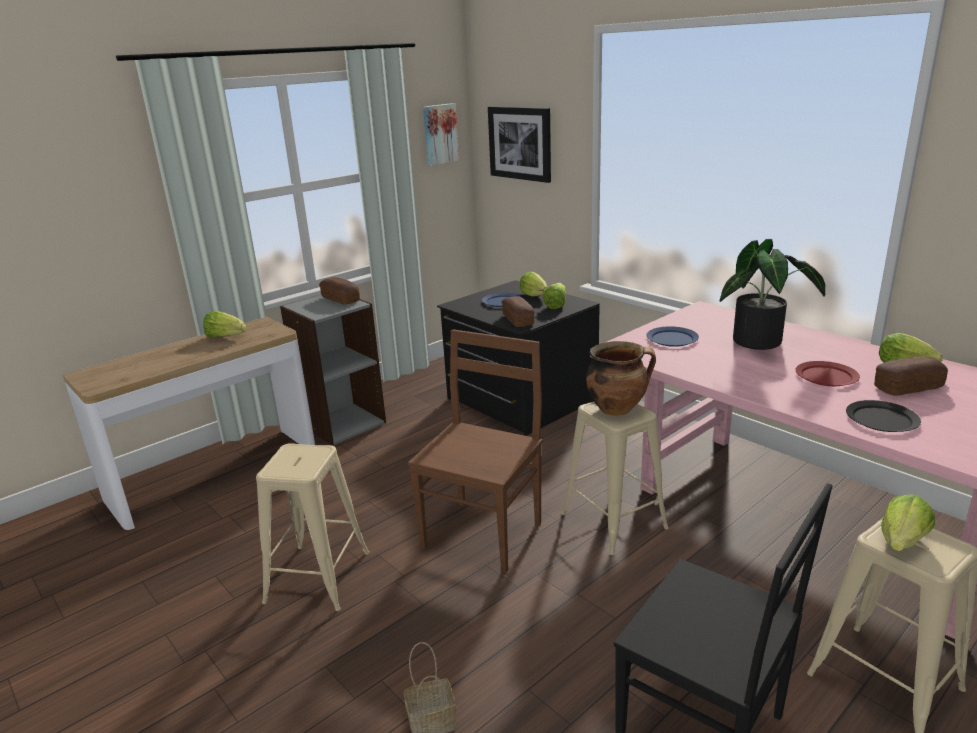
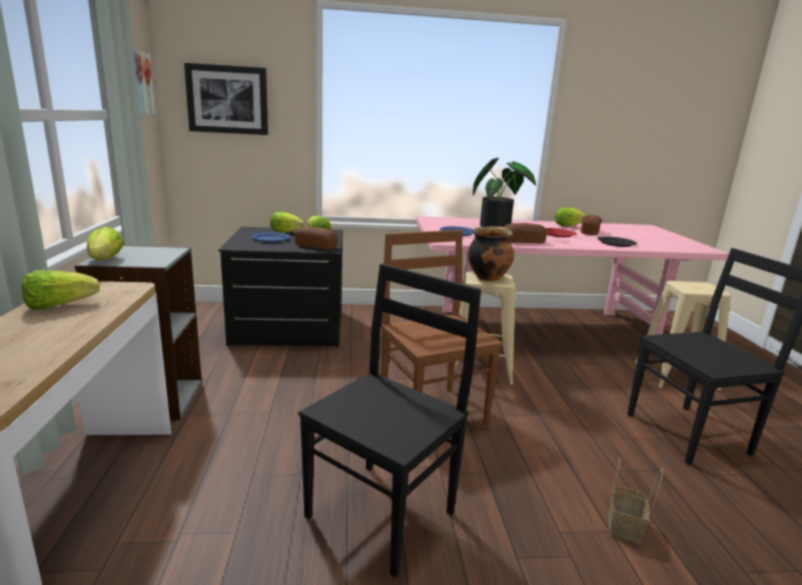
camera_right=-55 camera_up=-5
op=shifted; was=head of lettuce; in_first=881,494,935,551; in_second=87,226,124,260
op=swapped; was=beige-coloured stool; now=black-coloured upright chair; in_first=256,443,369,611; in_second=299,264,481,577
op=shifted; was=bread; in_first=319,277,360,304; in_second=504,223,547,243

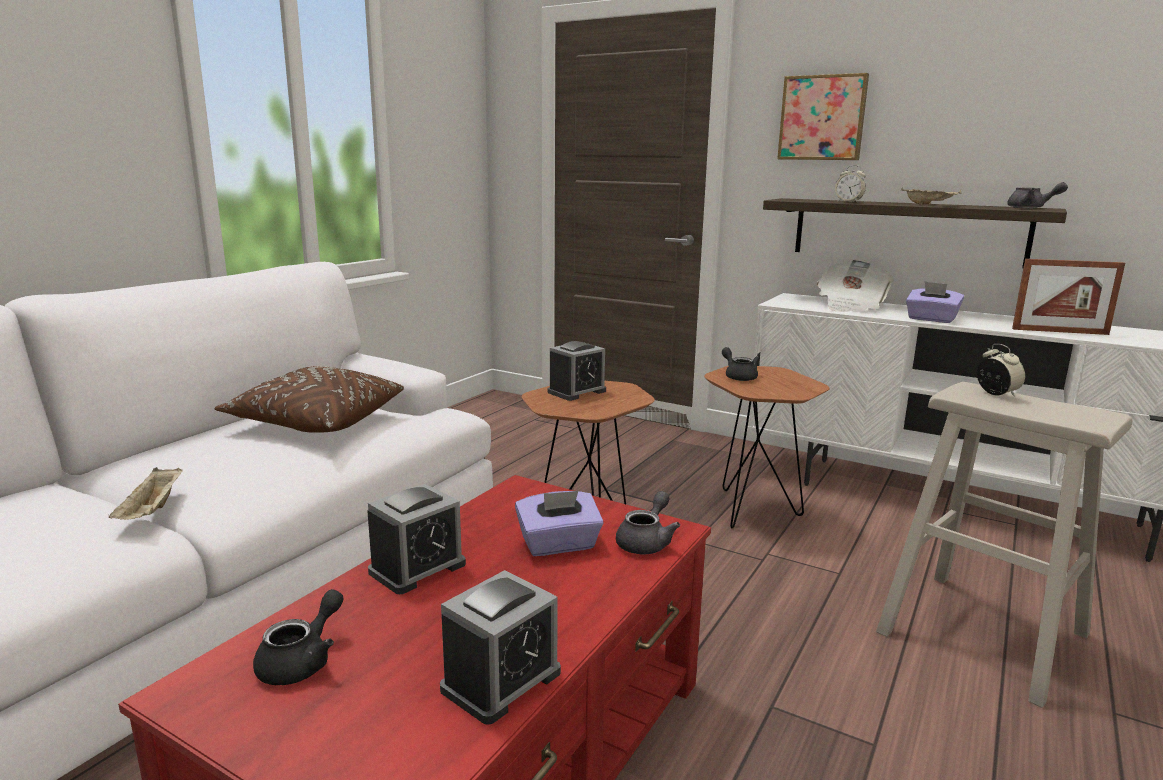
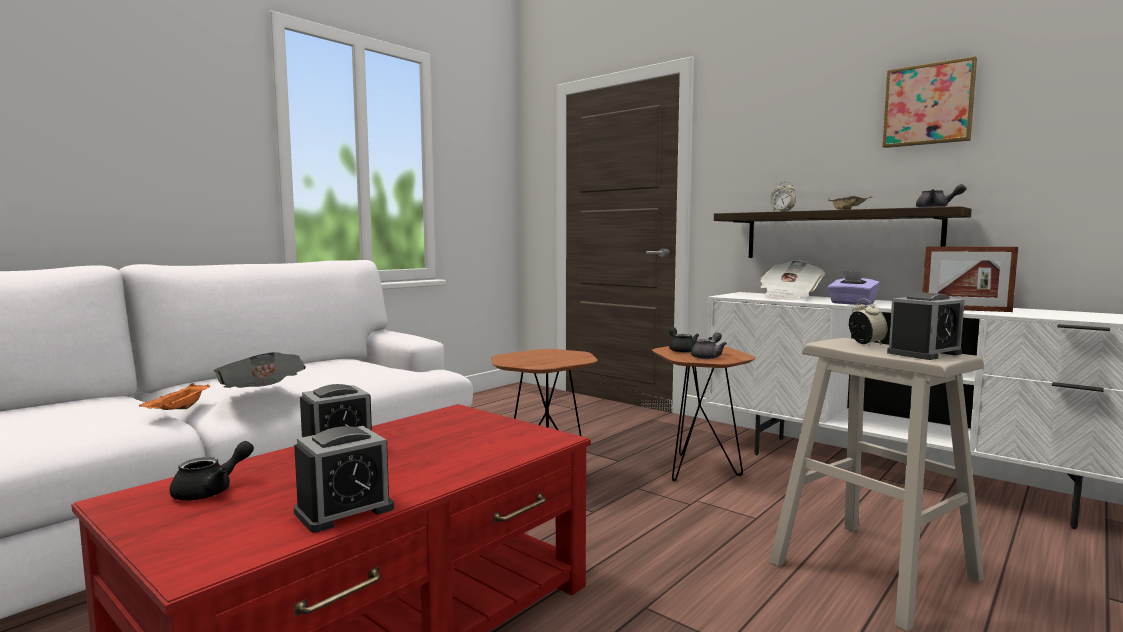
camera_right=10 camera_up=-10
op=repainted; was=beige-coloured serving tray; now=orange serving tray; in_first=109,467,183,520; in_second=139,383,210,410
op=new; now=printed paper; in_second=214,352,306,388
op=shifted; was=grey tea pot; in_first=616,491,680,554; in_second=691,332,727,359
op=shifted; was=wall picture; in_first=777,73,869,160; in_second=883,56,977,148
op=shifted; was=alarm clock; in_first=548,341,606,401; in_second=887,292,965,360
op=gone; was=brown pillow; in_first=215,366,404,433
op=gone; was=purple tissue box; in_first=515,491,604,556

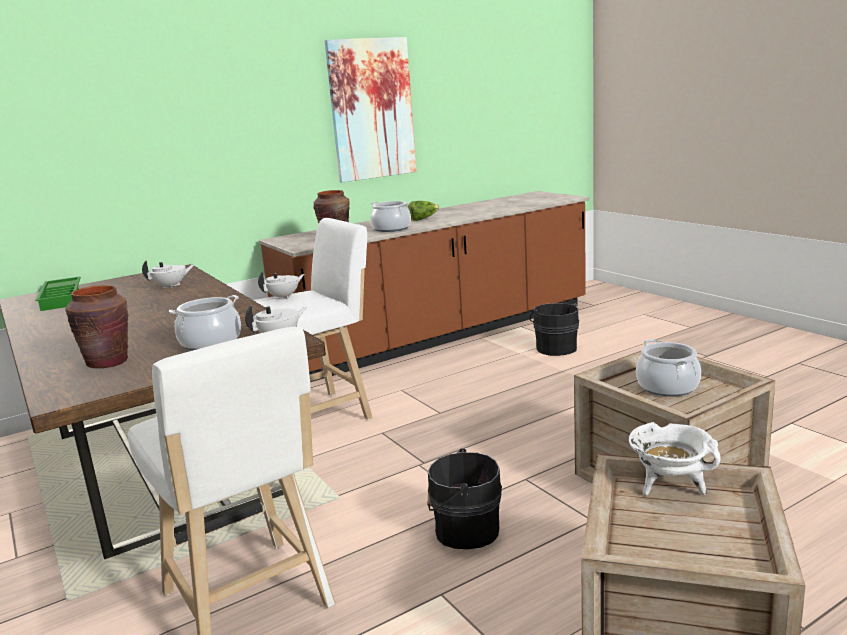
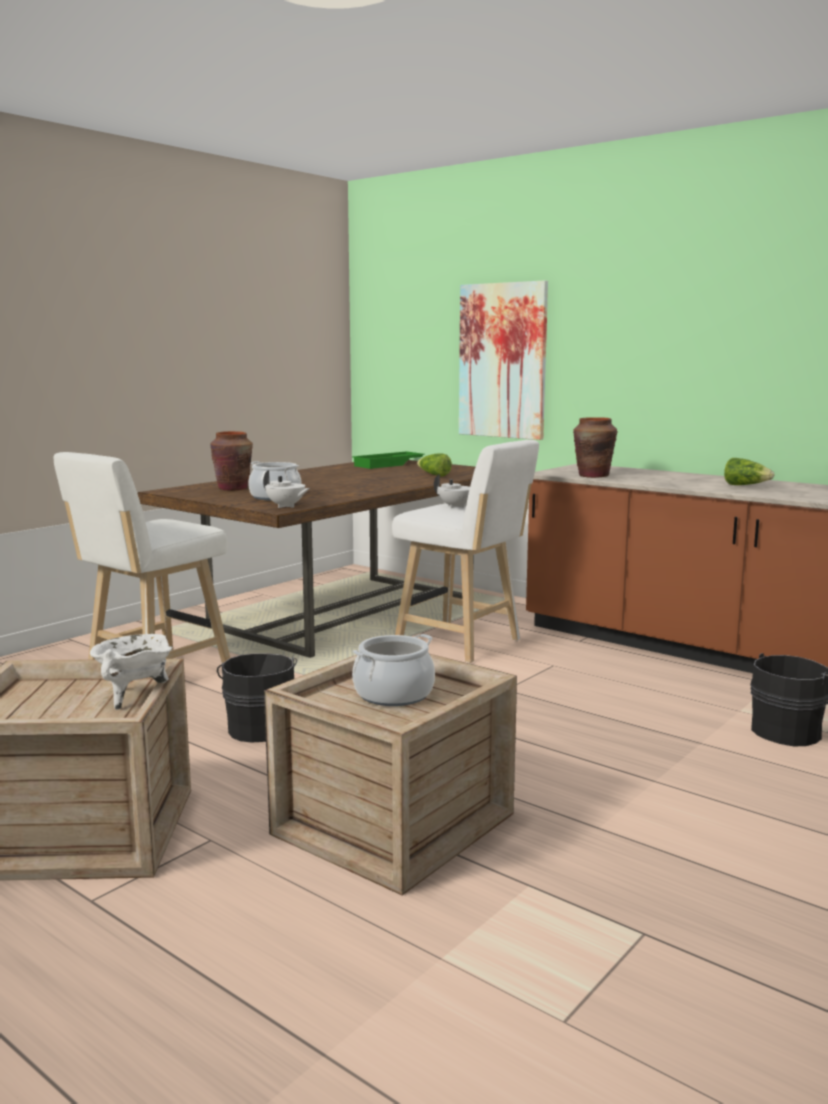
camera_right=70 camera_up=-5
op=swapped; was=whitish tea pot; now=head of lettuce; in_first=142,260,195,288; in_second=417,453,452,477
op=shifted; was=wall picture; in_first=325,37,417,183; in_second=459,280,548,440
op=gone; was=saucepot; in_first=370,201,411,232

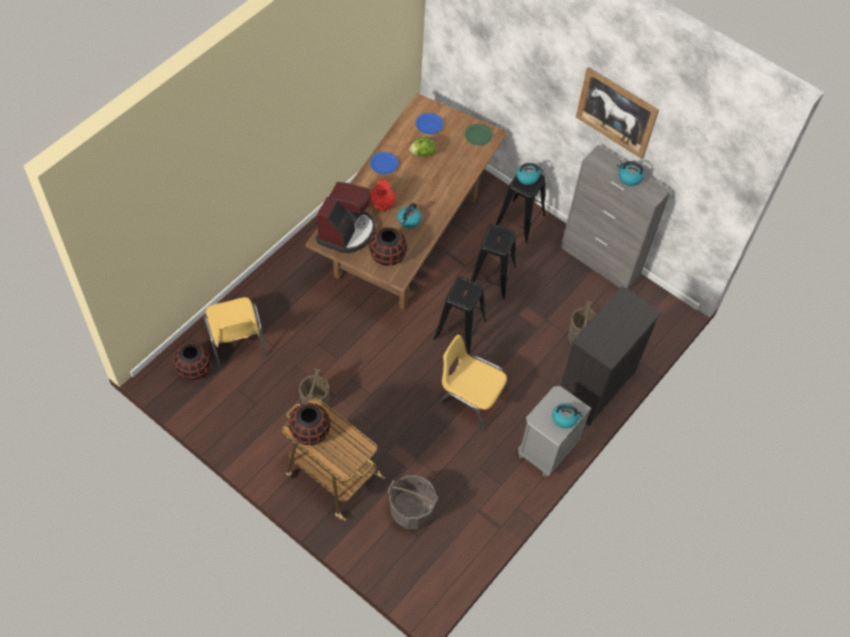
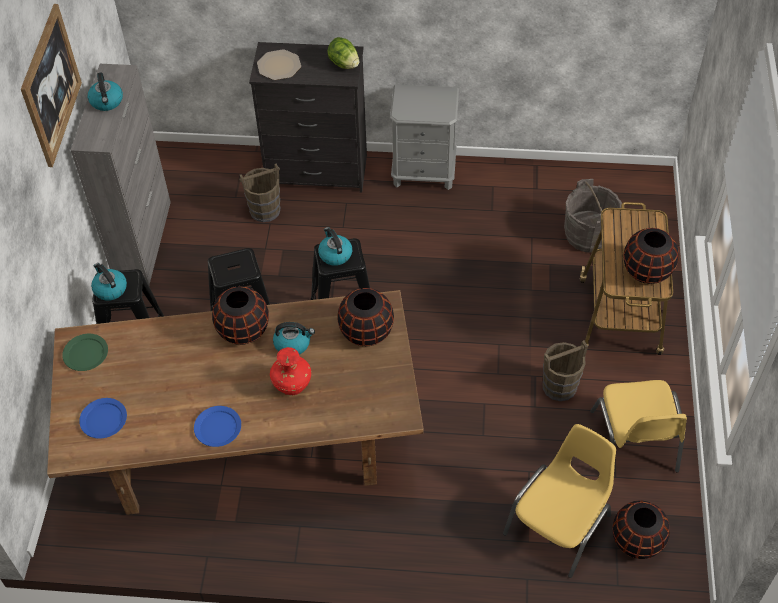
camera_right=-120 camera_up=-5
op=new; now=black-coloured flower vase; in_second=212,286,269,345
op=new; now=flat dish; in_second=257,50,301,80
op=shifted; was=tea kettle; in_first=552,403,584,428; in_second=318,227,352,266
op=shifted; was=head of lettuce; in_first=409,137,436,156; in_second=327,37,359,69
op=shifted; was=yellowish upright chair; in_first=436,334,508,430; in_second=590,380,687,472
op=gone; was=coffee brewer; in_first=316,182,375,253

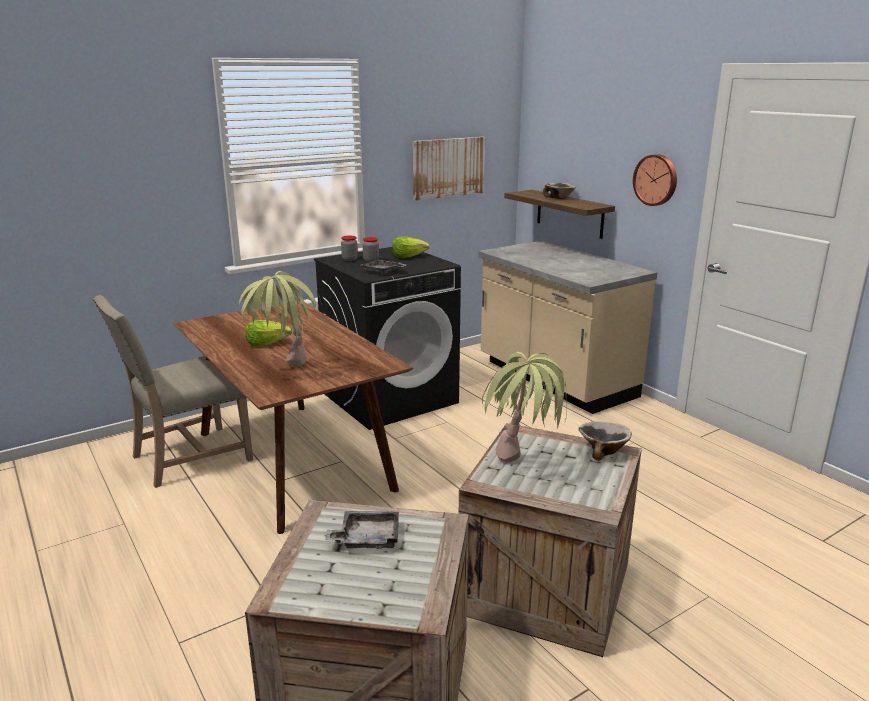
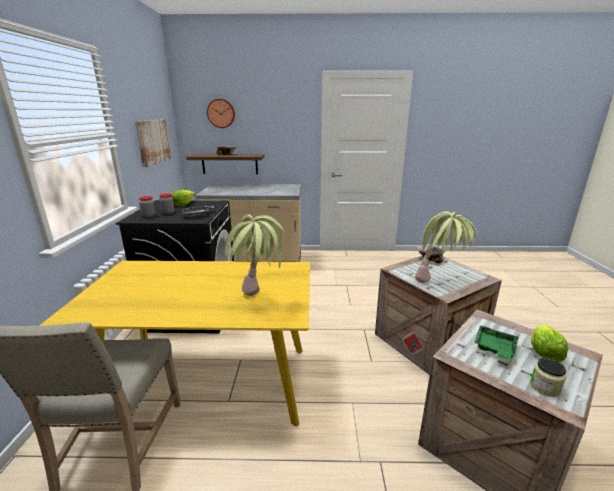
camera_right=-55 camera_up=0
op=repainted; was=brown dining table; now=yellowish dining table; in_first=173,300,413,534; in_second=39,261,310,426
op=shifted; was=hanging clock; in_first=633,154,677,206; in_second=207,99,235,128
op=repainted; was=grey serving tray; now=greenish serving tray; in_first=325,511,399,549; in_second=474,325,519,361
op=new; now=jar; in_second=530,358,566,397
op=shifted; was=head of lettuce; in_first=245,320,292,346; in_second=531,324,569,362

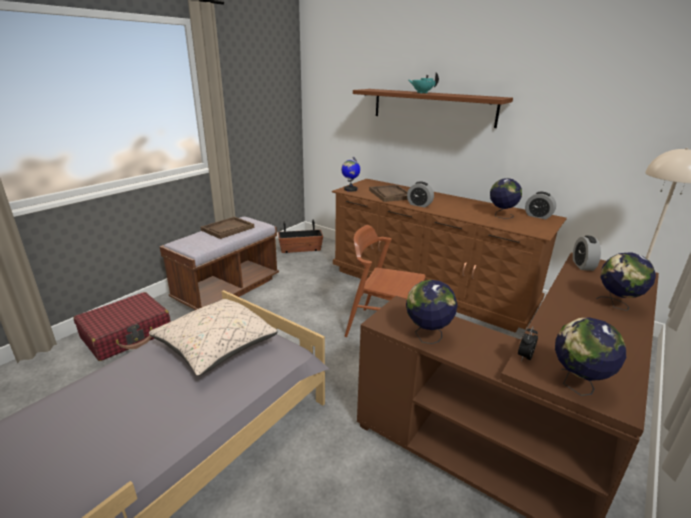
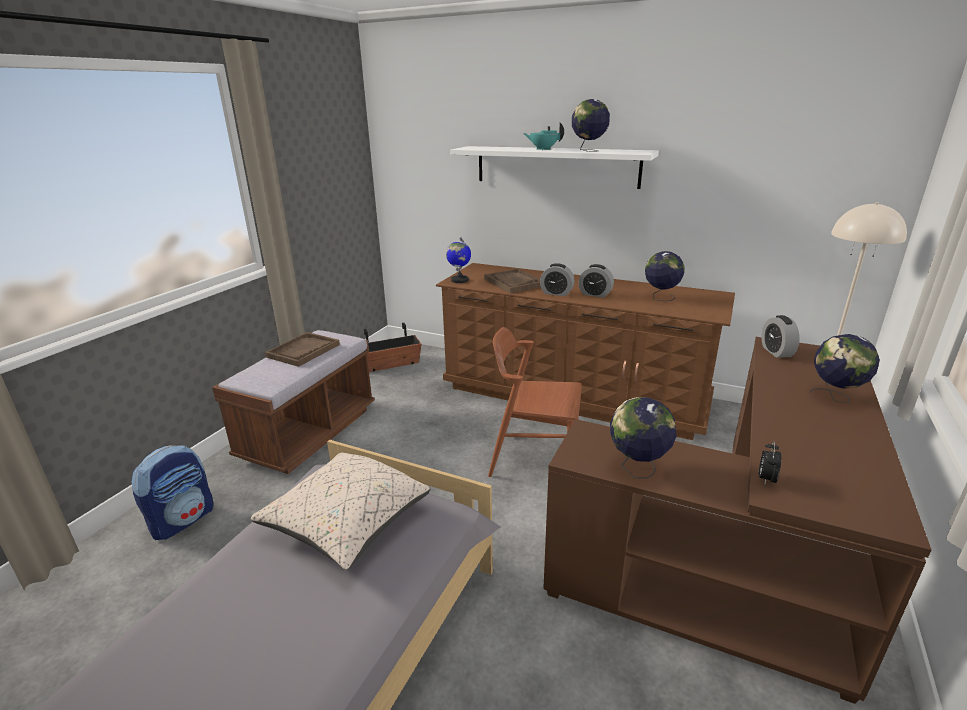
camera_right=-10 camera_up=0
op=swapped; was=red piece of luggage; now=rucksack; in_first=73,292,171,361; in_second=131,445,214,540
op=repainted; was=brown wall shelf; now=whitish wall shelf; in_first=353,89,513,128; in_second=450,146,659,189
op=shifted; was=globe; in_first=555,317,626,396; in_second=572,99,610,152
op=shifted; was=alarm clock; in_first=525,192,556,220; in_second=579,264,614,298

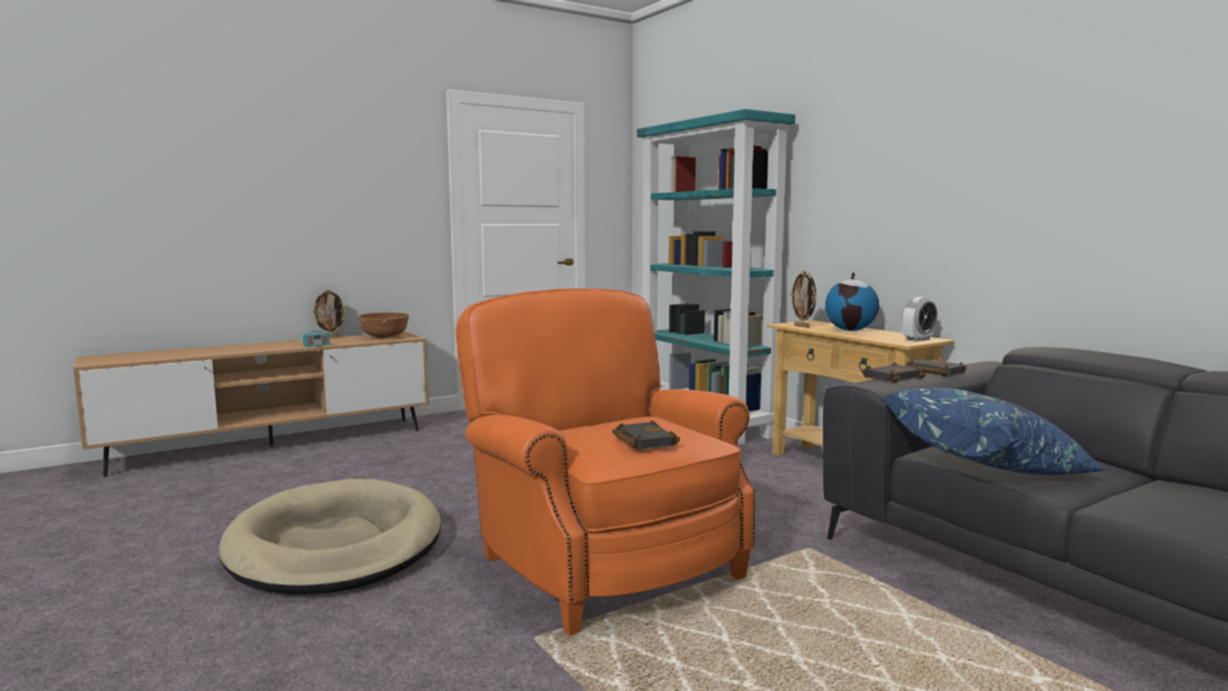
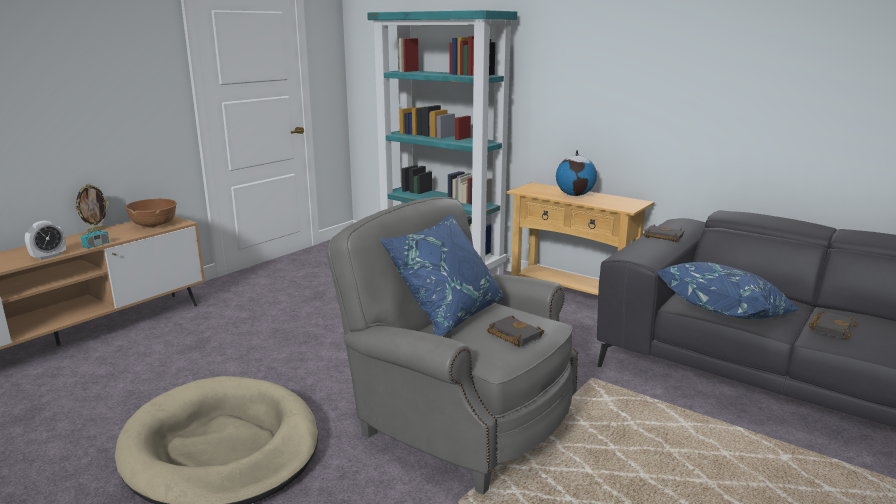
camera_right=-20 camera_up=10
op=shifted; was=alarm clock; in_first=902,297,937,342; in_second=25,220,66,260
op=repainted; was=orange armchair; now=grey armchair; in_first=455,288,755,636; in_second=326,197,578,495
op=new; now=bluish pillow; in_second=379,214,504,336
op=shifted; was=black-coloured book; in_first=862,362,926,383; in_second=809,311,858,339
op=gone; was=standing frame; in_first=790,270,817,328

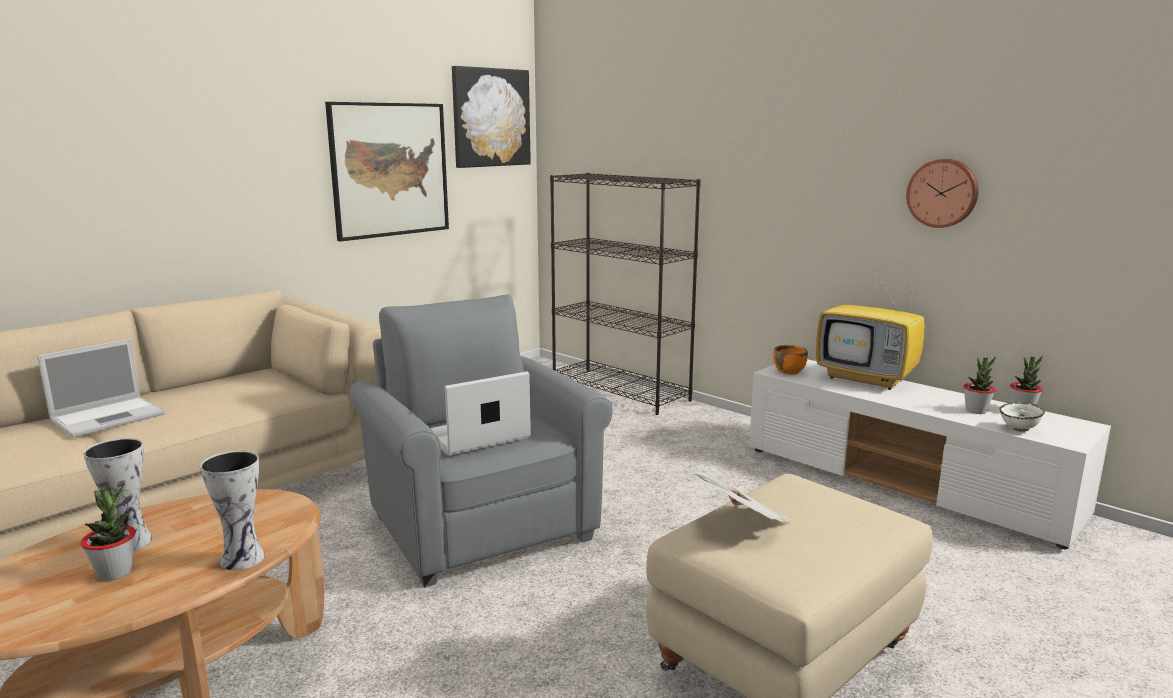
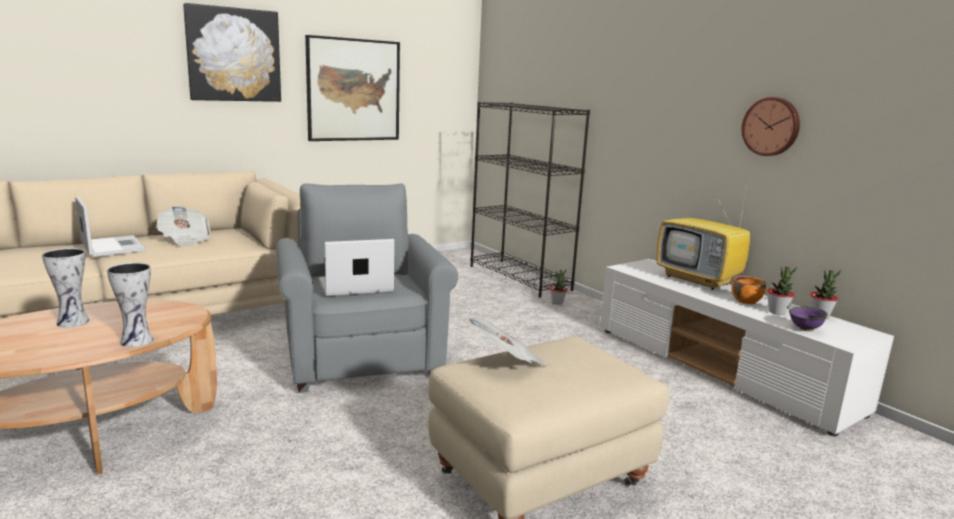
camera_right=10 camera_up=0
op=rotated; was=notebook computer; in_first=37,339,165,438; in_second=75,196,146,257; clockwise=-90
op=new; now=printed paper; in_second=156,206,210,247
op=shifted; was=wall picture; in_first=452,66,531,168; in_second=183,3,281,102
op=shifted; was=houseplant; in_first=81,483,136,581; in_second=550,269,567,305
op=shifted; was=orange serving bowl; in_first=773,345,808,374; in_second=731,276,766,304
op=repainted; was=whitish serving bowl; now=purple serving bowl; in_first=999,402,1045,432; in_second=789,306,828,331

